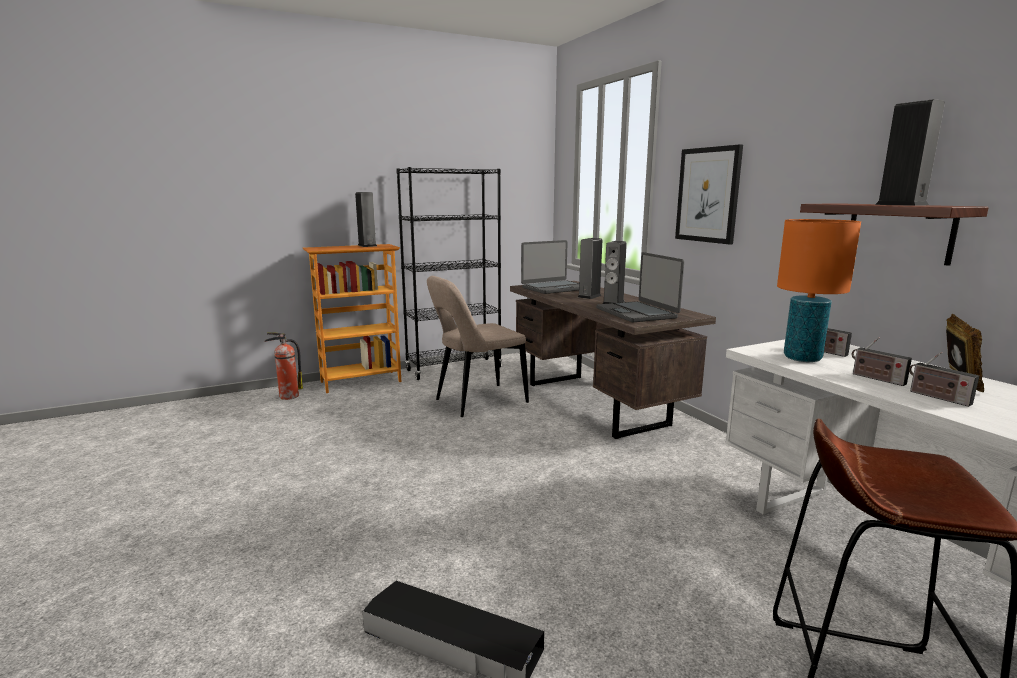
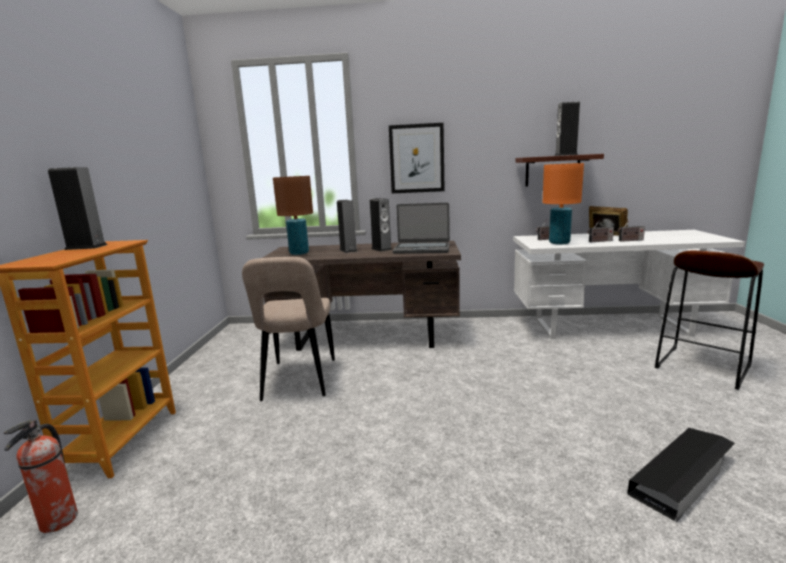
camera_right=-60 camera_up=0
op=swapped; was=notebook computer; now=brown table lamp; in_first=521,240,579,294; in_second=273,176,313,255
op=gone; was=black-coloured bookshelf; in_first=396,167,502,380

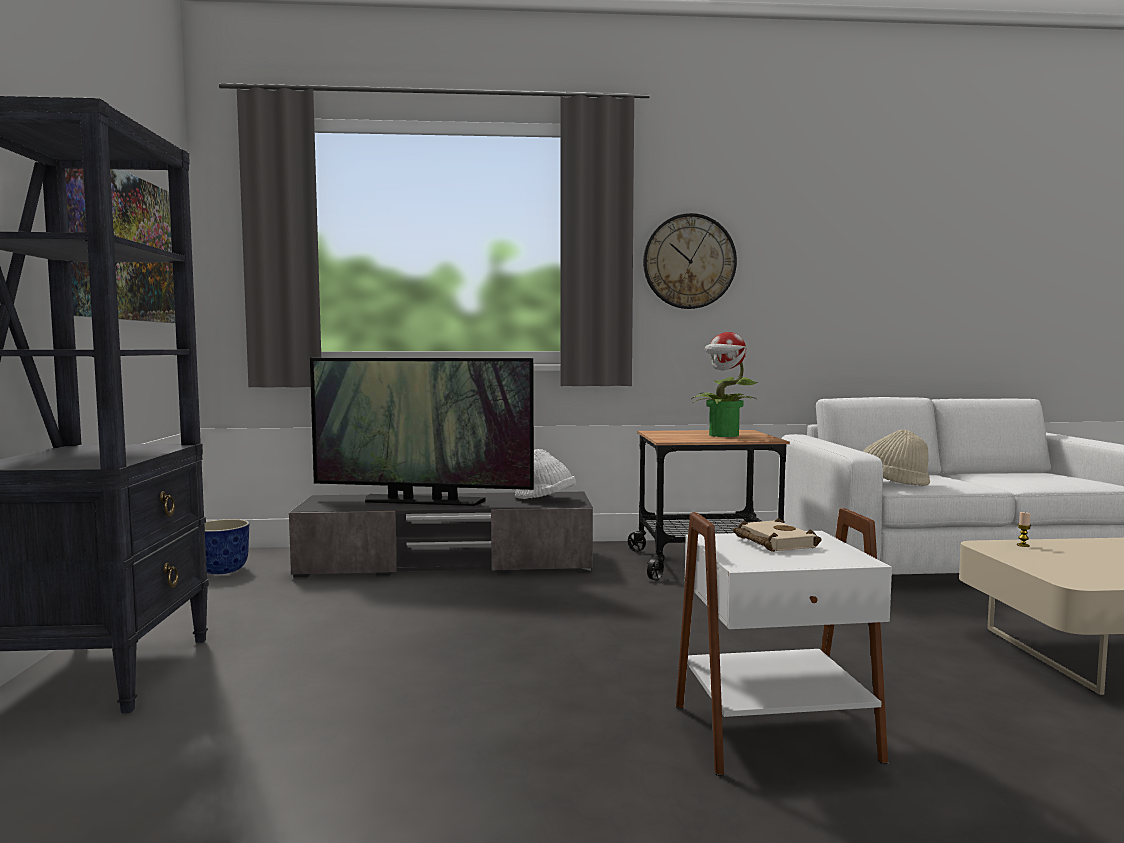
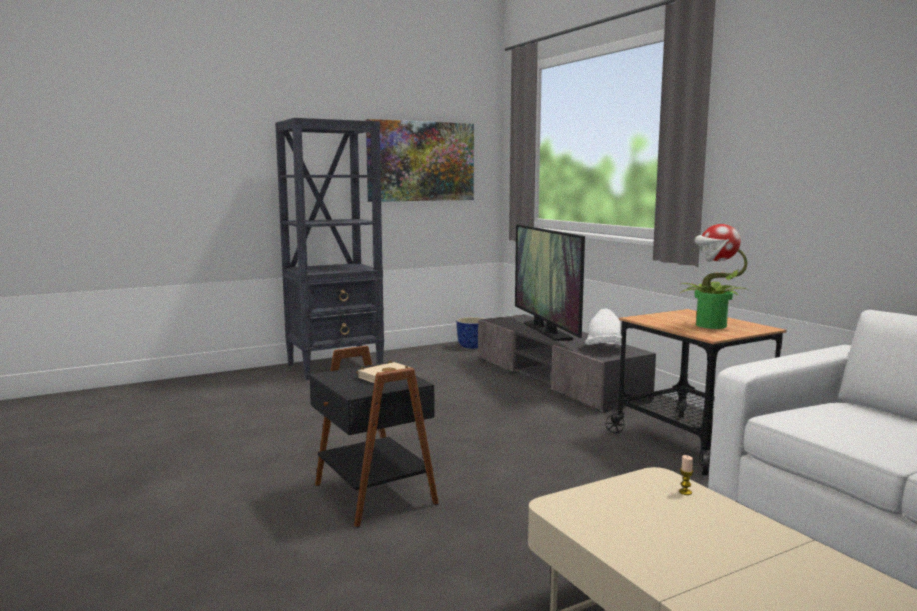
camera_right=65 camera_up=5
op=repainted; was=whitish side table; now=black-coloured side table; in_first=676,508,892,776; in_second=310,346,439,528
op=gone; was=hanging clock; in_first=643,213,737,309
op=gone; was=beige-coloured wearable hat; in_first=863,429,930,486

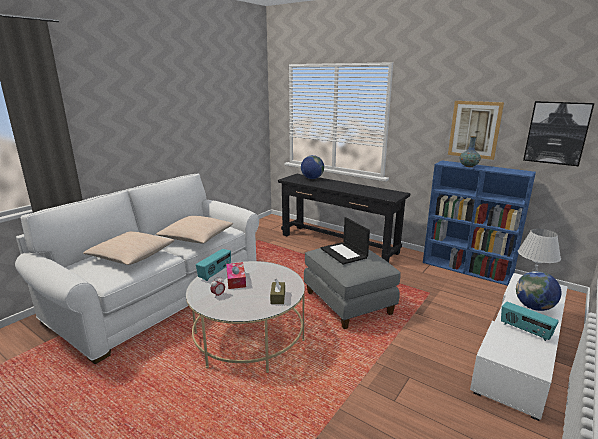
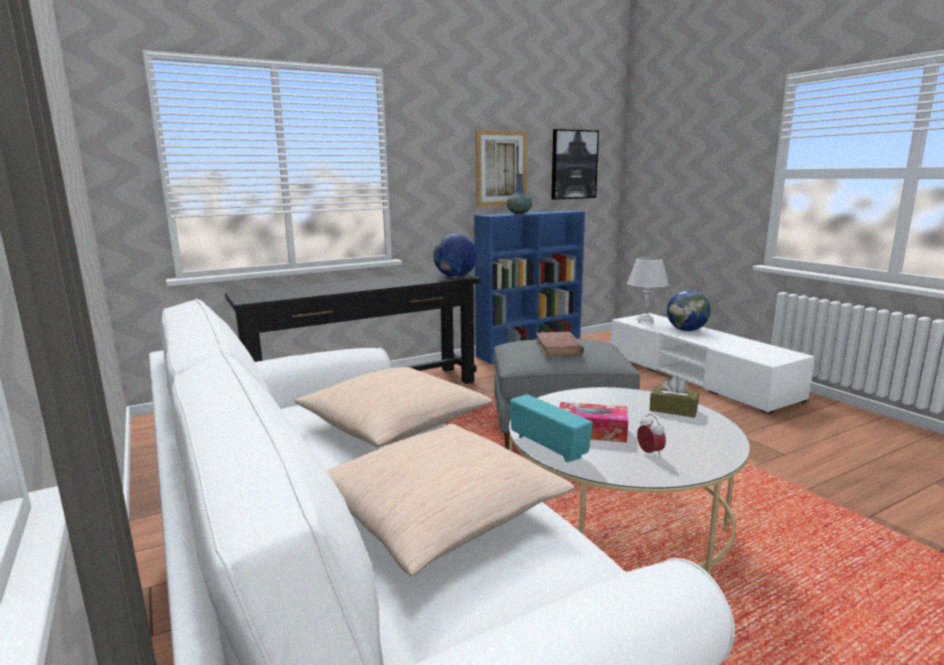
camera_right=-65 camera_up=-5
op=shifted; was=globe; in_first=301,155,324,179; in_second=433,233,477,277
op=swapped; was=notebook computer; now=brown book; in_first=320,217,370,265; in_second=536,332,584,356
op=gone; was=radio set; in_first=501,302,559,341

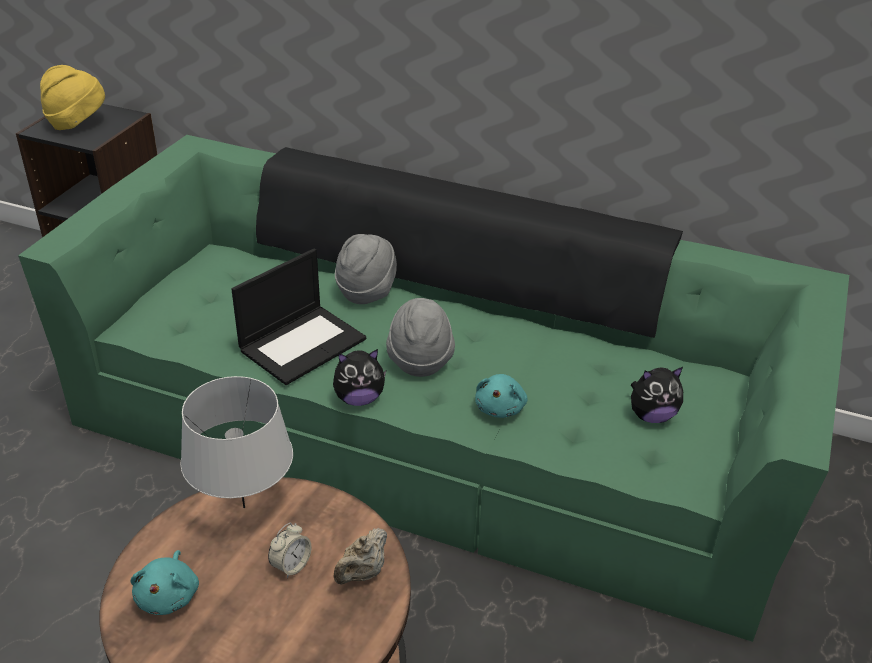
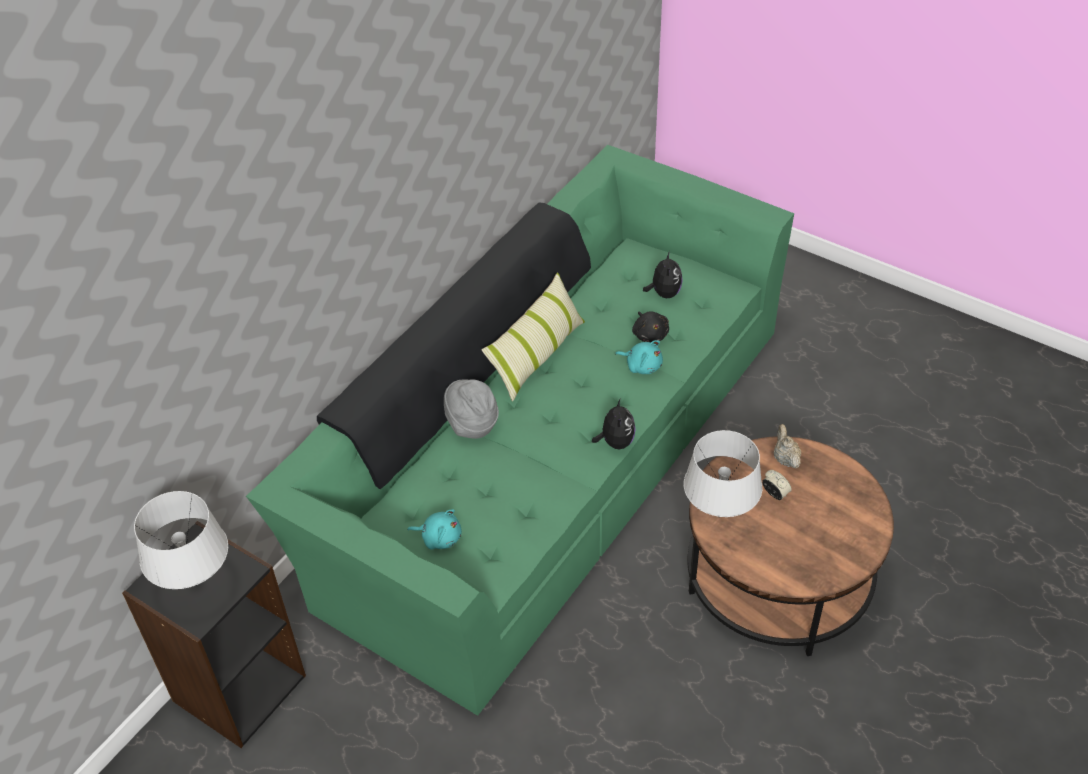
camera_right=-75 camera_up=10
op=swapped; was=yellowish wearable hat; now=grey table lamp; in_first=40,65,105,130; in_second=134,491,228,589
op=shifted; was=turquoise-coloured plush toy; in_first=131,550,199,615; in_second=408,509,462,550
op=new; now=pillow; in_second=482,272,585,402
op=new; now=black-coloured plush toy; in_second=632,311,669,342
op=rotated; was=beige-coloured tea pot; in_first=333,528,387,585; in_second=774,424,801,468; clockwise=-150
op=gone; was=notebook computer; in_first=232,249,366,385
op=gone; was=grey wearable hat; in_first=386,298,455,377

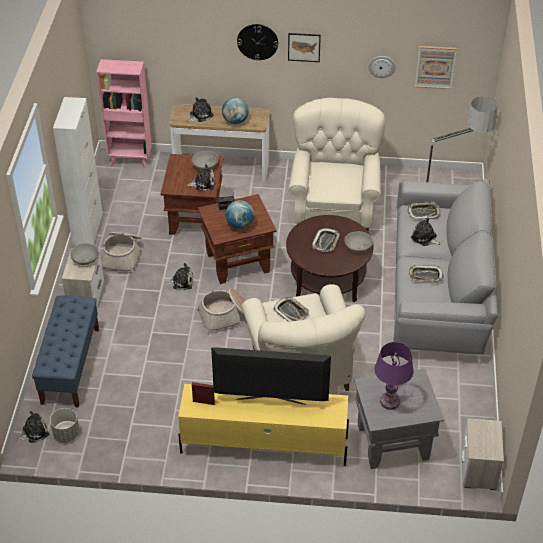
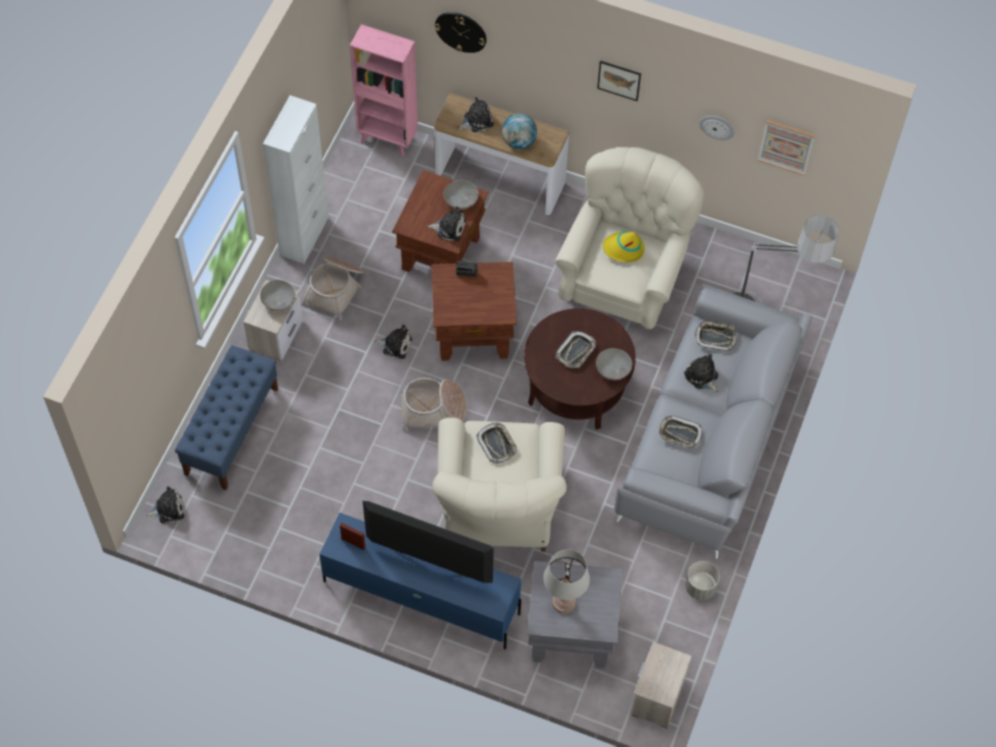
camera_right=15 camera_up=15
op=repainted; was=yellowish tv unit; now=bluish tv unit; in_first=178,384,349,466; in_second=319,512,521,650
op=shifted; was=hanging clock; in_first=237,24,278,61; in_second=435,12,487,53
op=repainted; was=purple table lamp; now=grey table lamp; in_first=375,342,414,410; in_second=543,549,590,613
op=new; now=yellowish wearable hat; in_second=603,231,645,262
op=shifted; was=grey planter; in_first=50,408,79,442; in_second=685,561,720,600
op=gone; was=globe; in_first=225,200,254,229

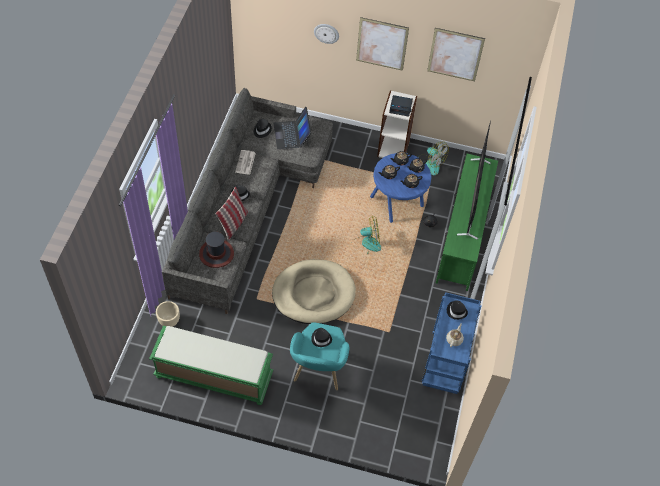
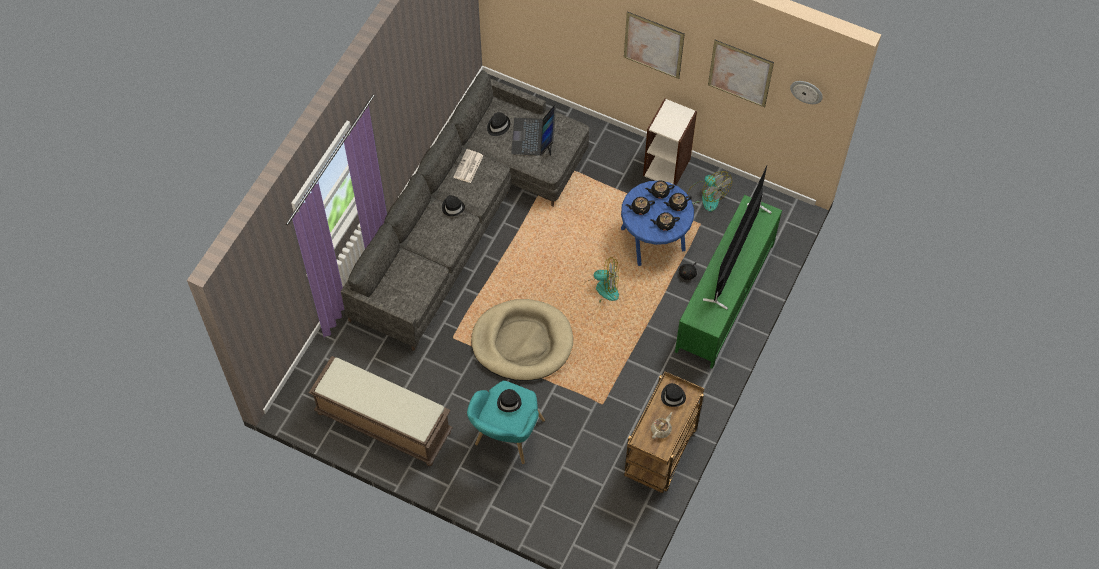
camera_right=15 camera_up=5
op=repainted; was=greenish indoor bench; now=brown indoor bench; in_first=149,325,273,405; in_second=309,356,453,466
op=repainted; was=bluish trolley; now=brown trolley; in_first=422,292,482,394; in_second=624,371,704,493
op=shifted; was=hanging clock; in_first=314,24,339,44; in_second=790,81,823,104
op=gone; was=beige-coloured planter; in_first=156,301,180,327
op=gone; was=wearable hat; in_first=199,231,234,268
op=gone; was=pillow; in_first=215,187,248,240
op=gone; was=alarm clock; in_first=389,95,413,117

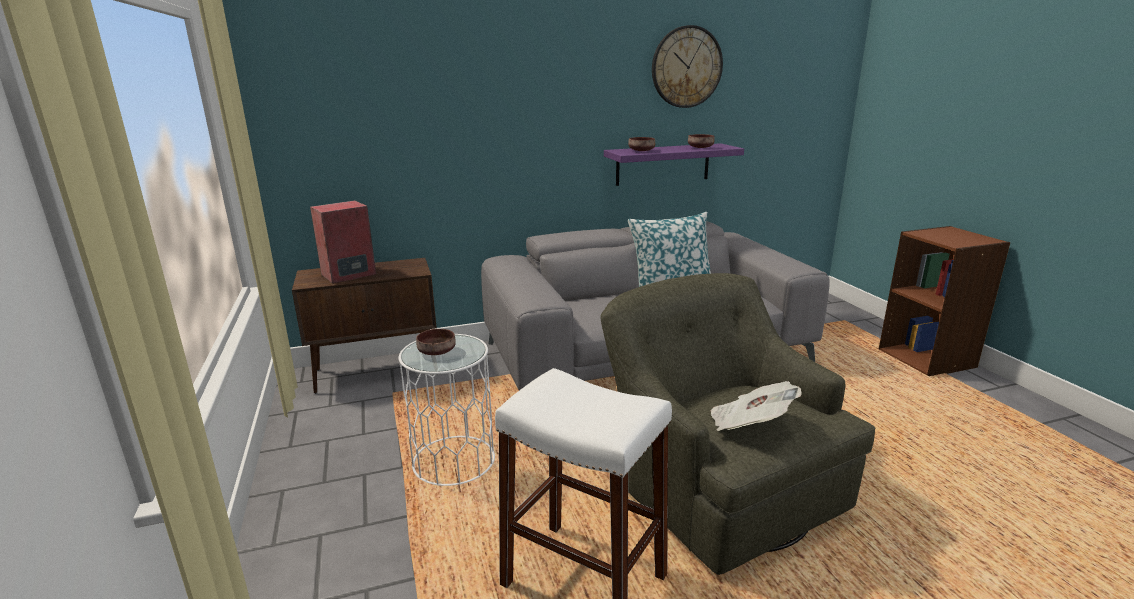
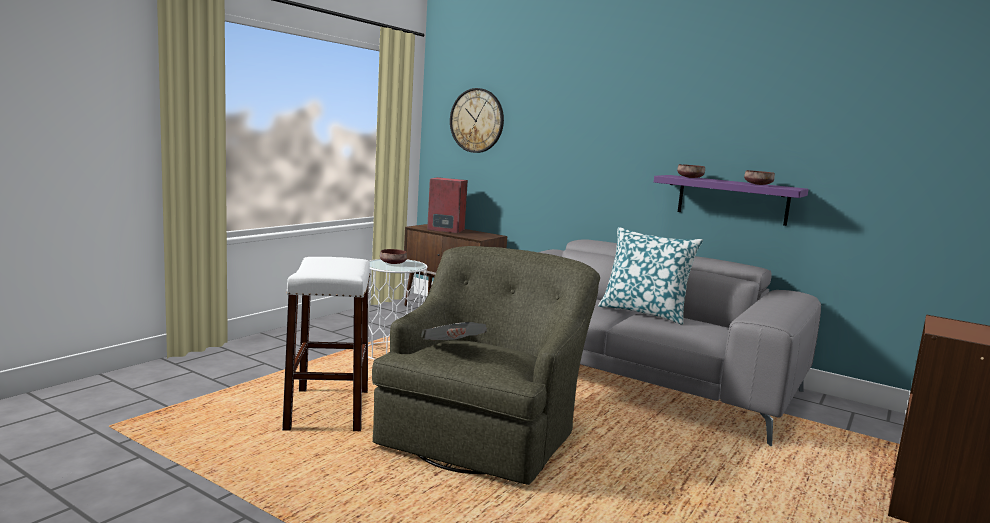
camera_right=50 camera_up=-10
op=shifted; was=hanging clock; in_first=652,25,723,108; in_second=450,88,504,153

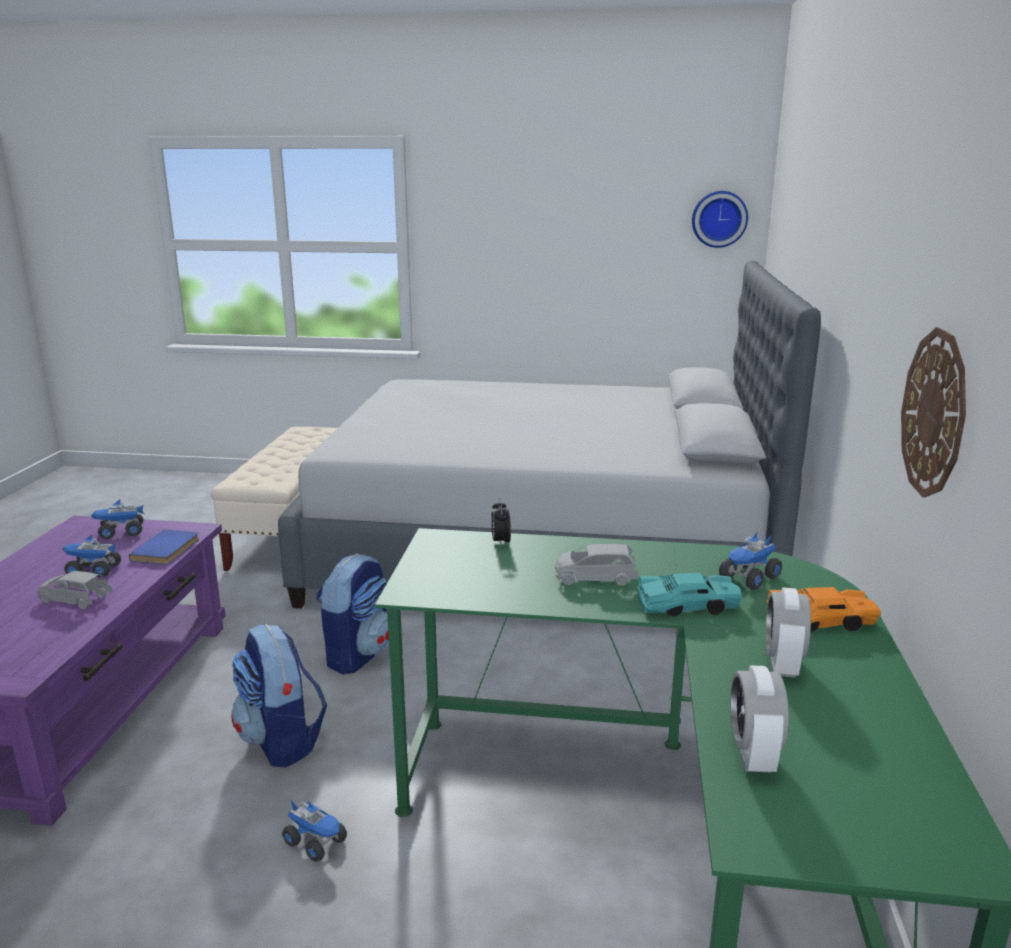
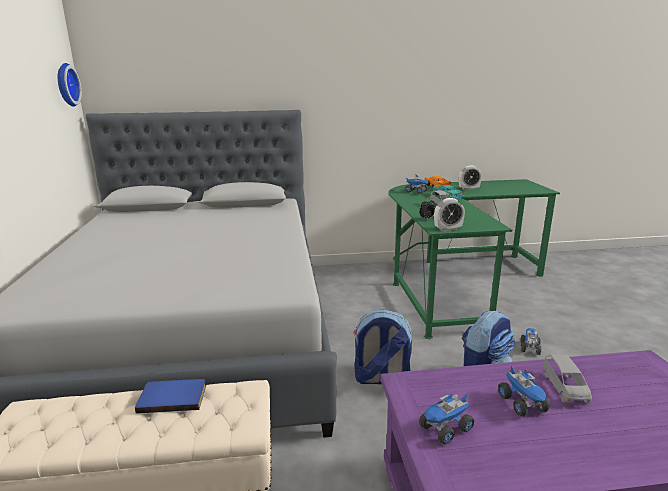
camera_right=-105 camera_up=0
op=shifted; was=bluish book; in_first=129,530,199,564; in_second=135,379,206,414
op=rotated; was=toy truck; in_first=90,499,144,539; in_second=419,393,475,445; clockwise=90
op=shifted; was=alarm clock; in_first=730,665,789,772; in_second=434,198,465,231
op=gone; was=hanging clock; in_first=901,327,966,497

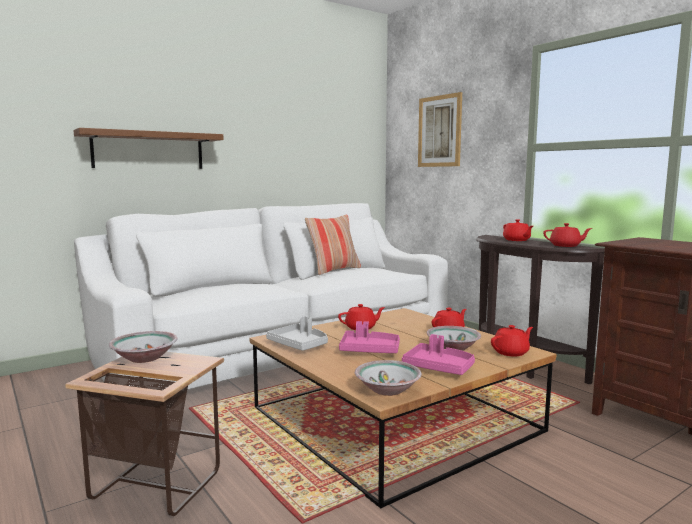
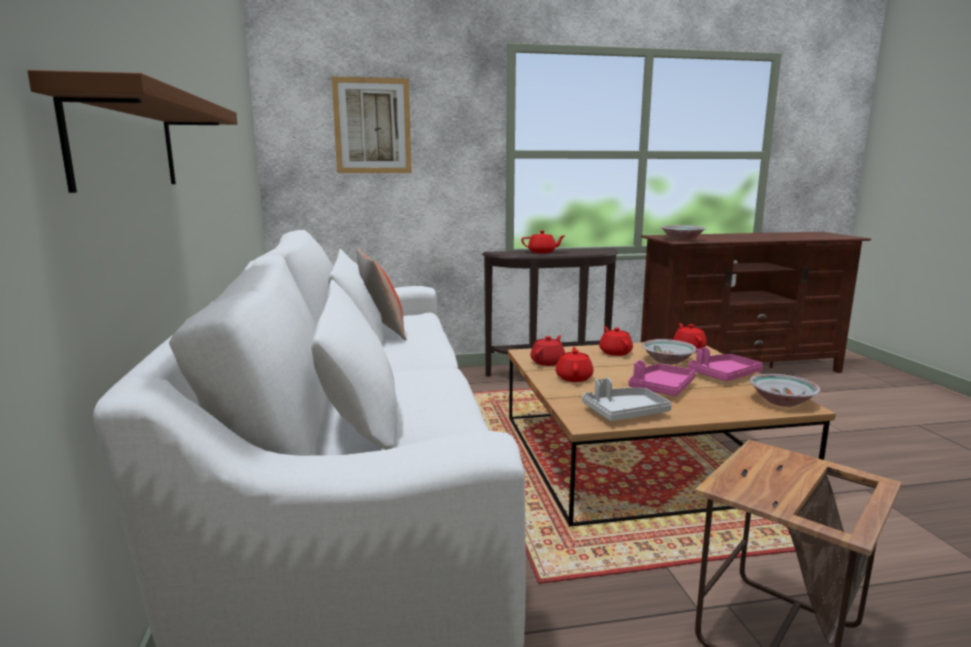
camera_right=-65 camera_up=5
op=shifted; was=red tea pot; in_first=543,223,592,247; in_second=530,335,565,366
op=shifted; was=serving bowl; in_first=109,331,178,363; in_second=661,225,706,241

